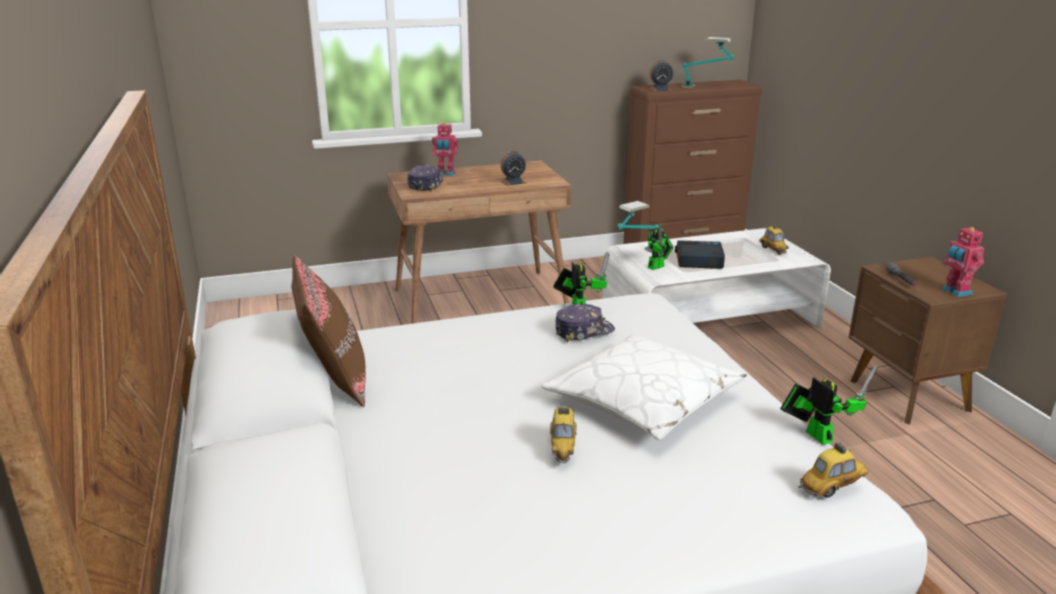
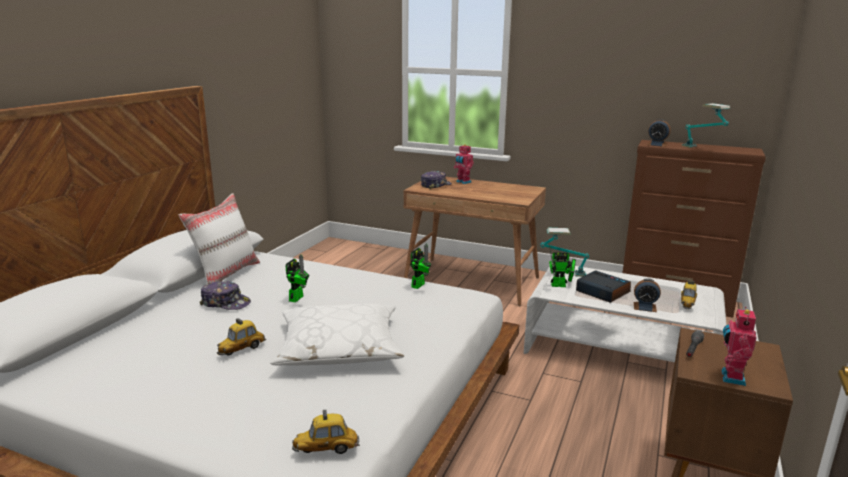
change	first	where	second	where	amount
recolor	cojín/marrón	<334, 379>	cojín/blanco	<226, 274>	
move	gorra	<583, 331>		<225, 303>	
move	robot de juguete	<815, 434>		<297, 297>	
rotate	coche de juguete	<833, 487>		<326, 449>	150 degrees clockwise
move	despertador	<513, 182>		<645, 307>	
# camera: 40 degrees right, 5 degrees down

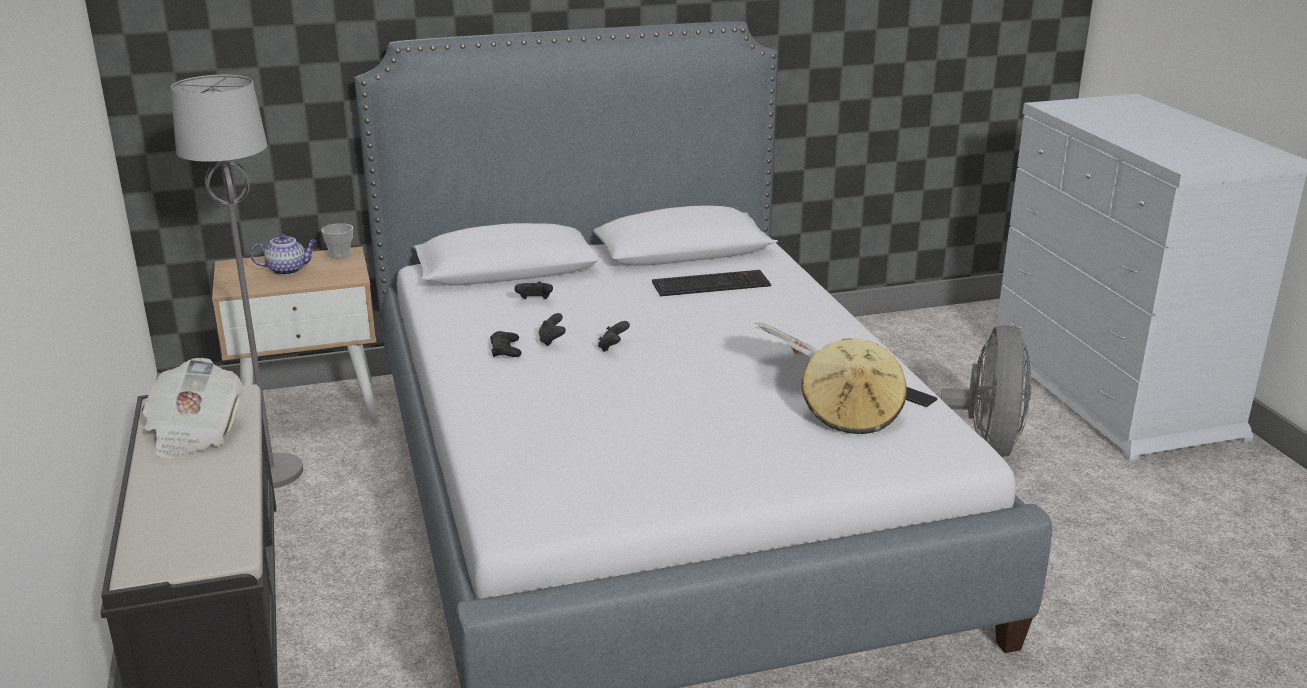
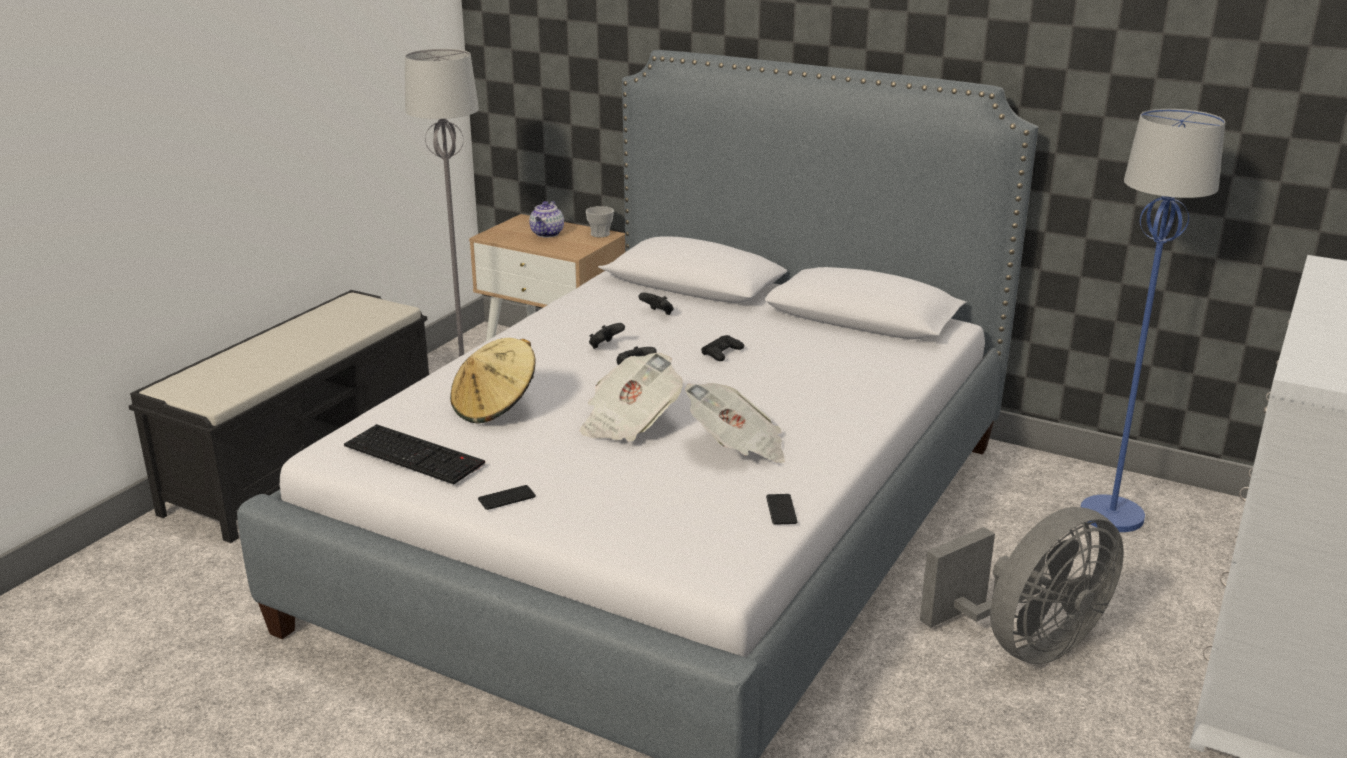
change	first	where	second	where	amount
move	teclado	<712, 283>		<416, 454>	
move	sombrero/beis	<852, 414>		<495, 407>	
insert			móvil	<507, 498>	
rotate	tetera	<287, 270>		<547, 234>	75 degrees clockwise
move	periódico	<194, 433>		<629, 423>	
move	mando de consola/negro	<505, 349>		<722, 353>	
insert			lámpara de pie/azul	<1112, 516>	
# camera: 45 degrees right, 0 degrees up

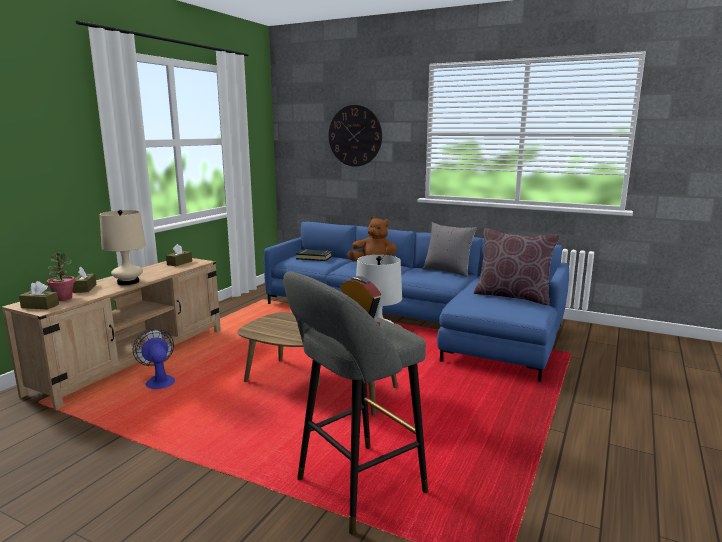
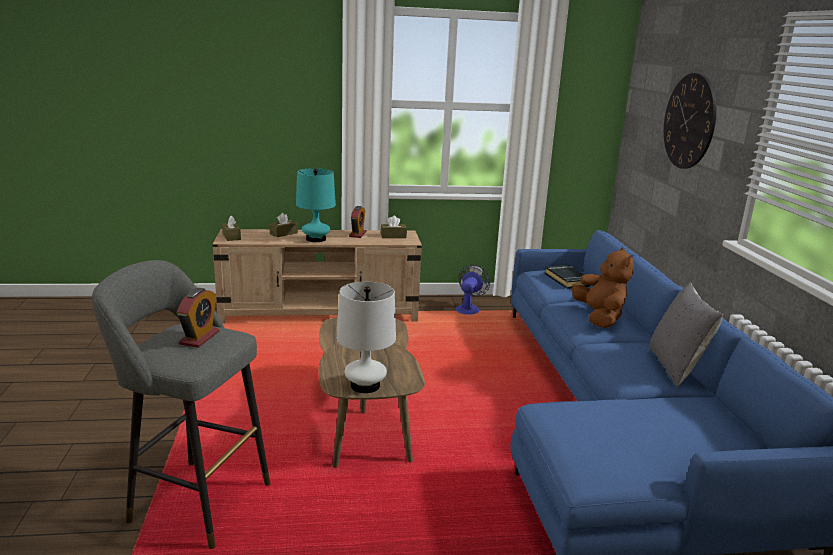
change	first	where	second	where	amount
recolor	lámpara de mesa/beis	<128, 282>	lámpara de mesa/turquesa	<316, 239>	
insert			despertador	<357, 234>	
move	ventilador	<159, 381>		<469, 308>	
delete	planta en maceta	<63, 298>			
delete	cojín/marrón	<512, 296>			
# camera: 55 degrees right, 5 degrees up

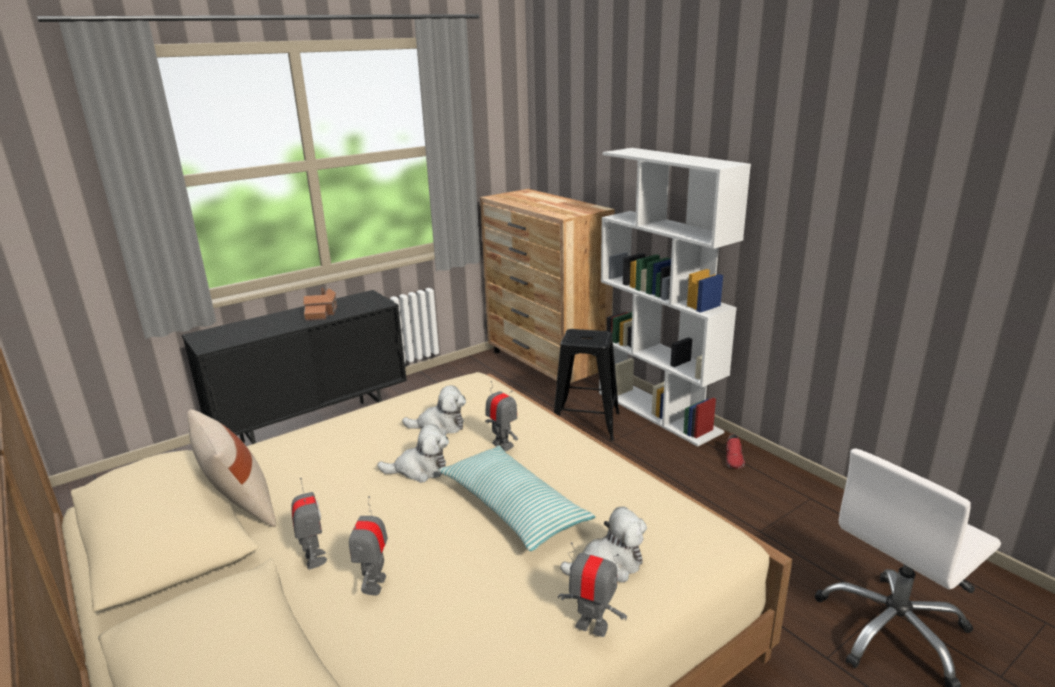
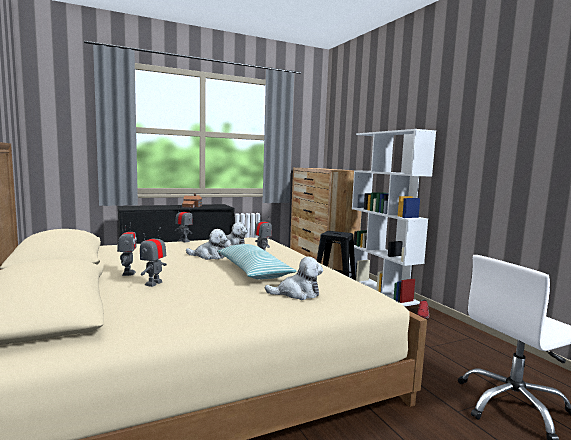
change	first	where	second	where	amount
move	robot de juguete	<592, 626>		<184, 241>	
delete	cojín/beis	<240, 508>			
# camera: 10 degrees right, 15 degrees down

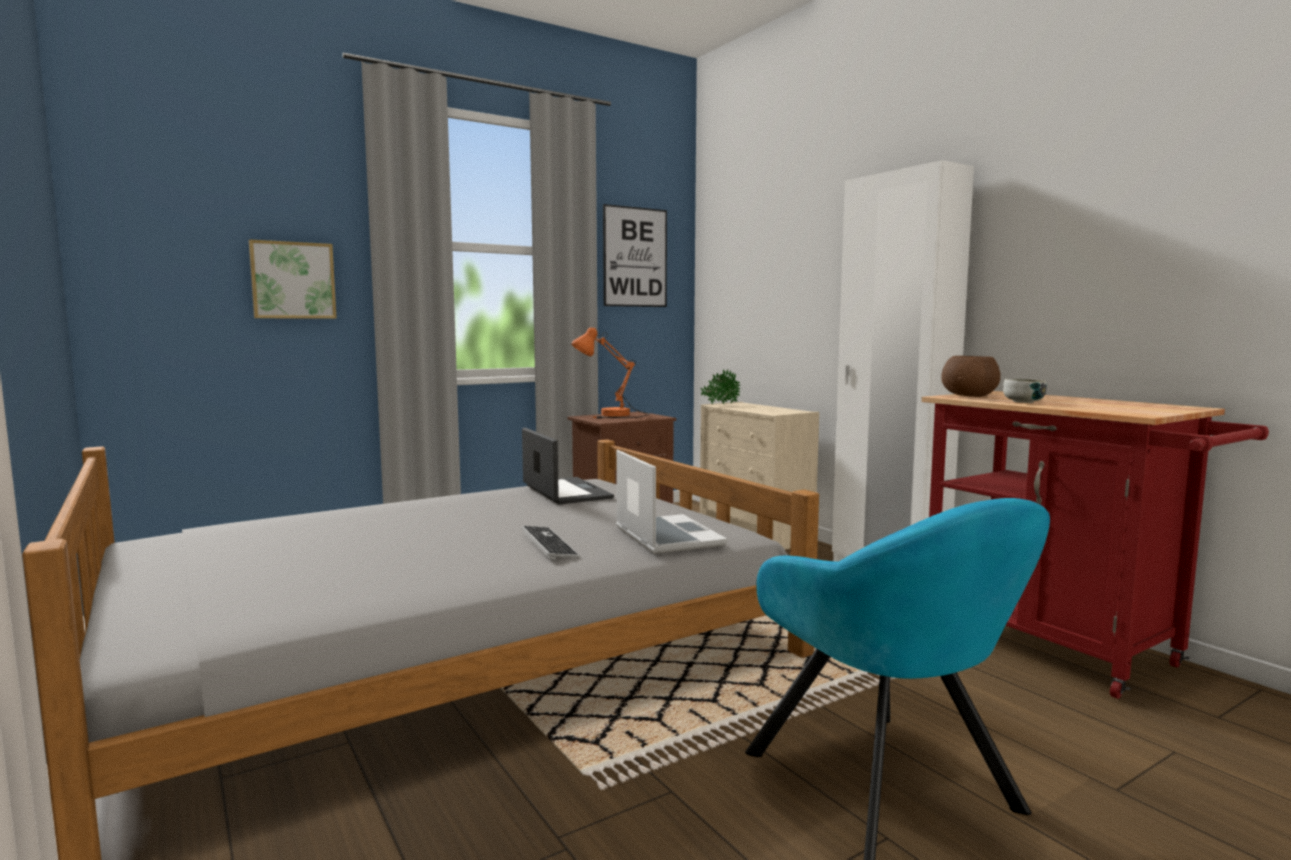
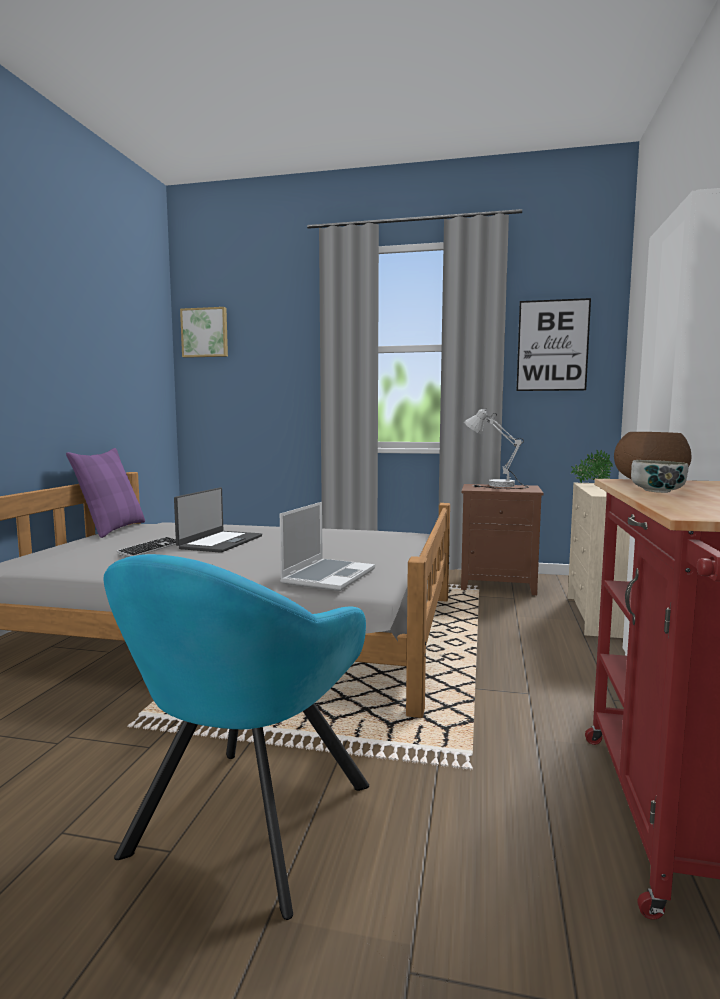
change	first	where	second	where	amount
insert			cojín/morado	<112, 529>	
move	teclado	<548, 544>		<150, 549>	
move	portátil	<565, 492>		<220, 542>	
move	cuadro	<293, 280>		<205, 333>	
recolor	lámpara de mesa/naranja	<613, 416>	lámpara de mesa/blanco	<495, 487>	
# camera: 45 degrees right, 0 degrees up

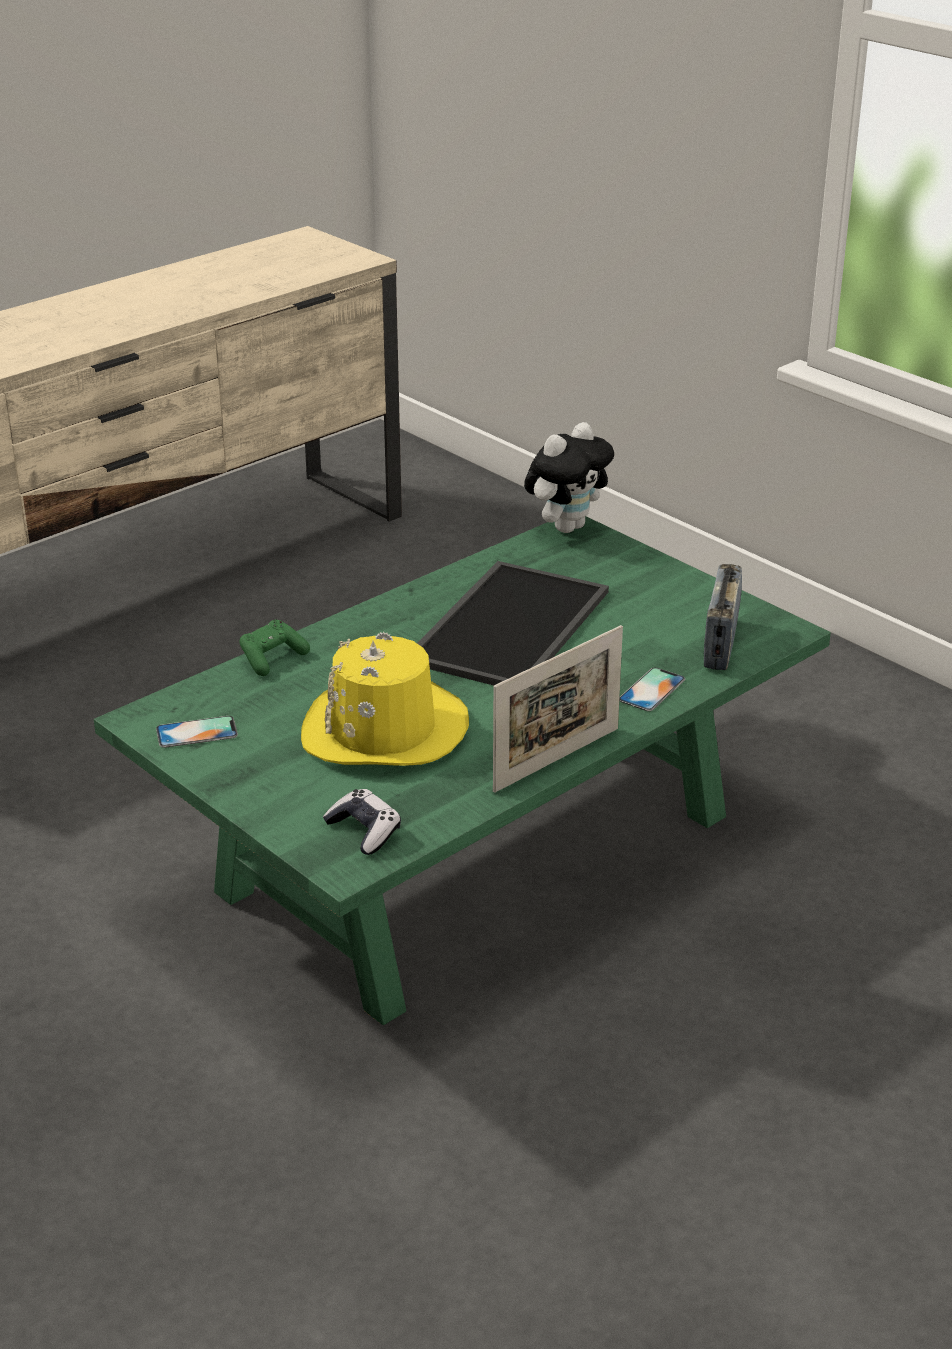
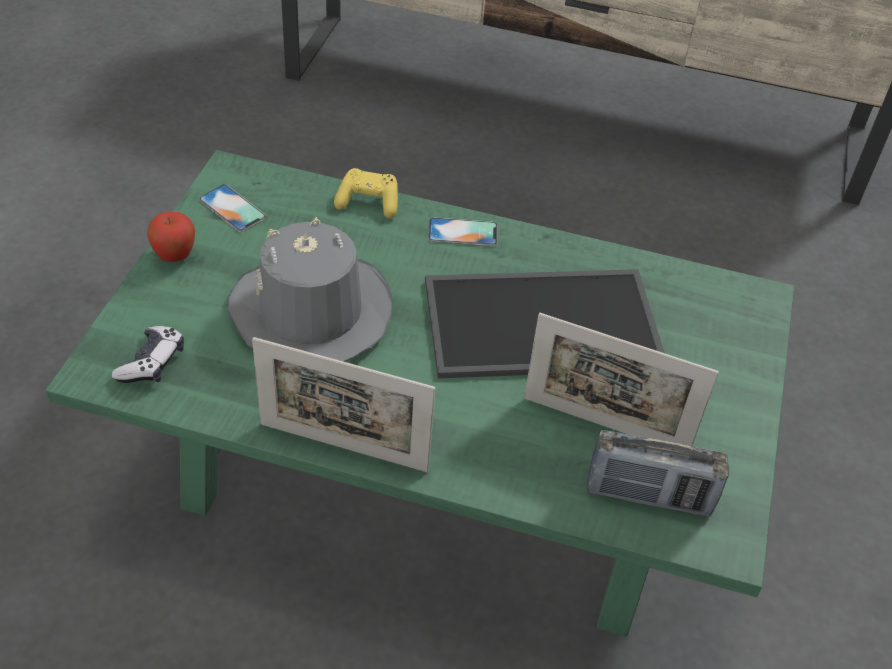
change	first	where	second	where	amount
insert			manzana	<175, 256>	
recolor	sombrero/amarillo	<384, 730>	sombrero/gris	<310, 312>	
recolor	mando de consola/verde	<272, 658>	mando de consola/amarillo	<368, 202>	
move	móvil	<652, 690>		<463, 232>	
insert			portarretratos	<605, 425>	
rotate	radio	<720, 644>		<648, 496>	150 degrees counterclockwise
delete	peluche	<567, 526>			
# camera: 55 degrees right, 15 degrees up

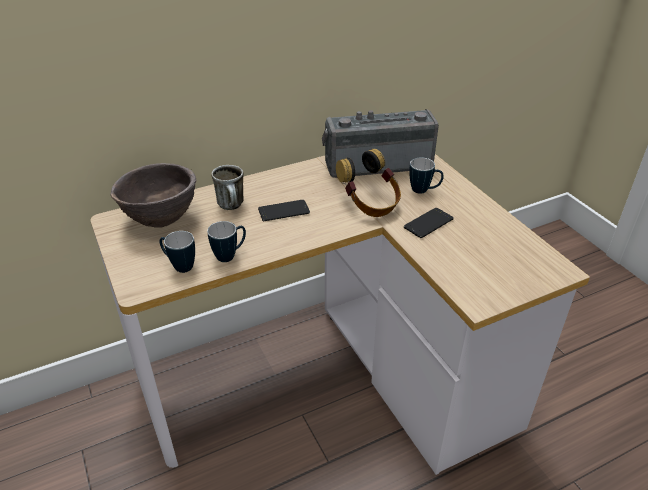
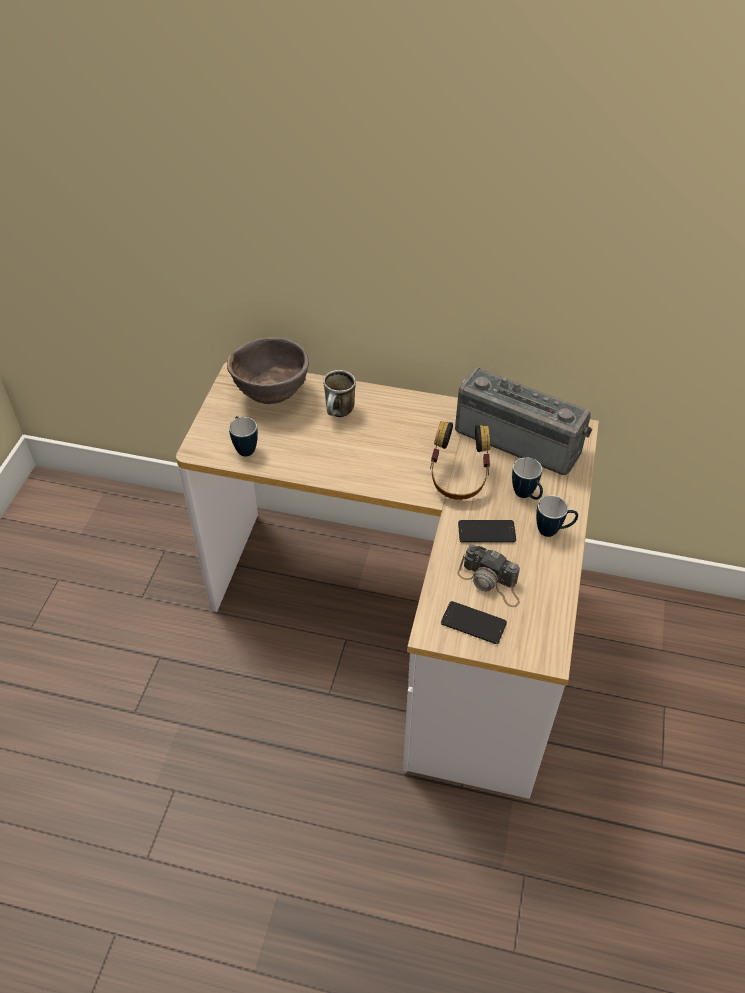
change	first	where	second	where	amount
move	móvil	<284, 211>		<473, 623>	
insert			cámara	<490, 582>	
move	taza grande	<230, 255>		<553, 531>	
# camera: 40 degrees right, 10 degrees up

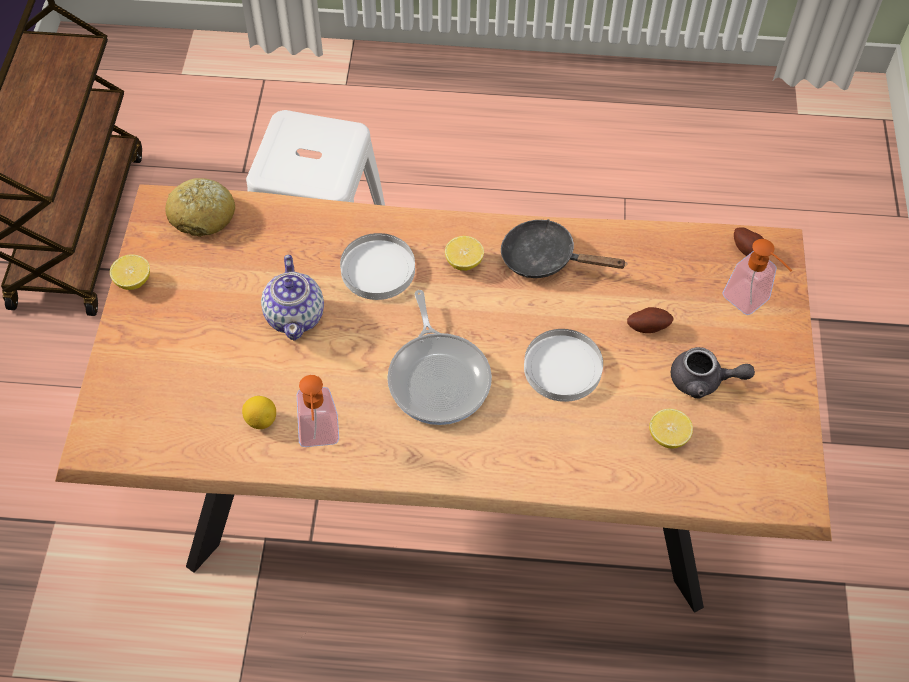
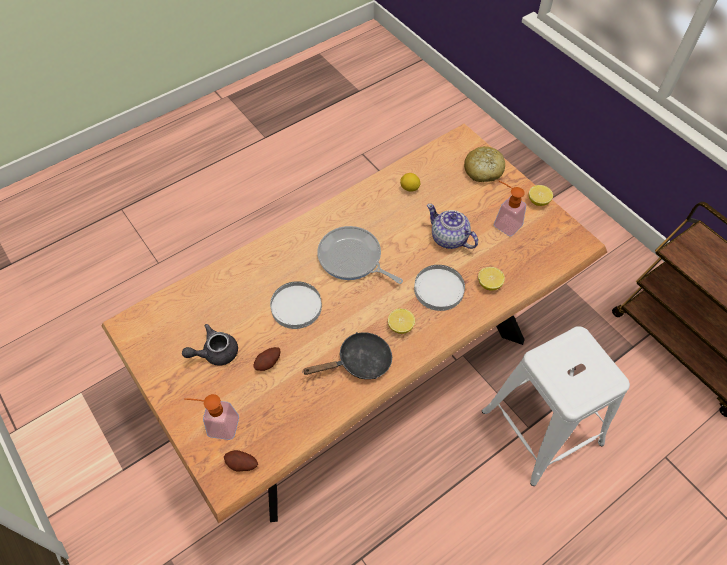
change	first	where	second	where	amount
move	pan	<203, 215>		<483, 170>	
move	limón	<668, 436>		<489, 284>	
move	dispensador de jabón	<319, 438>		<503, 223>	
# camera: 140 degrees right, 0 degrees up

